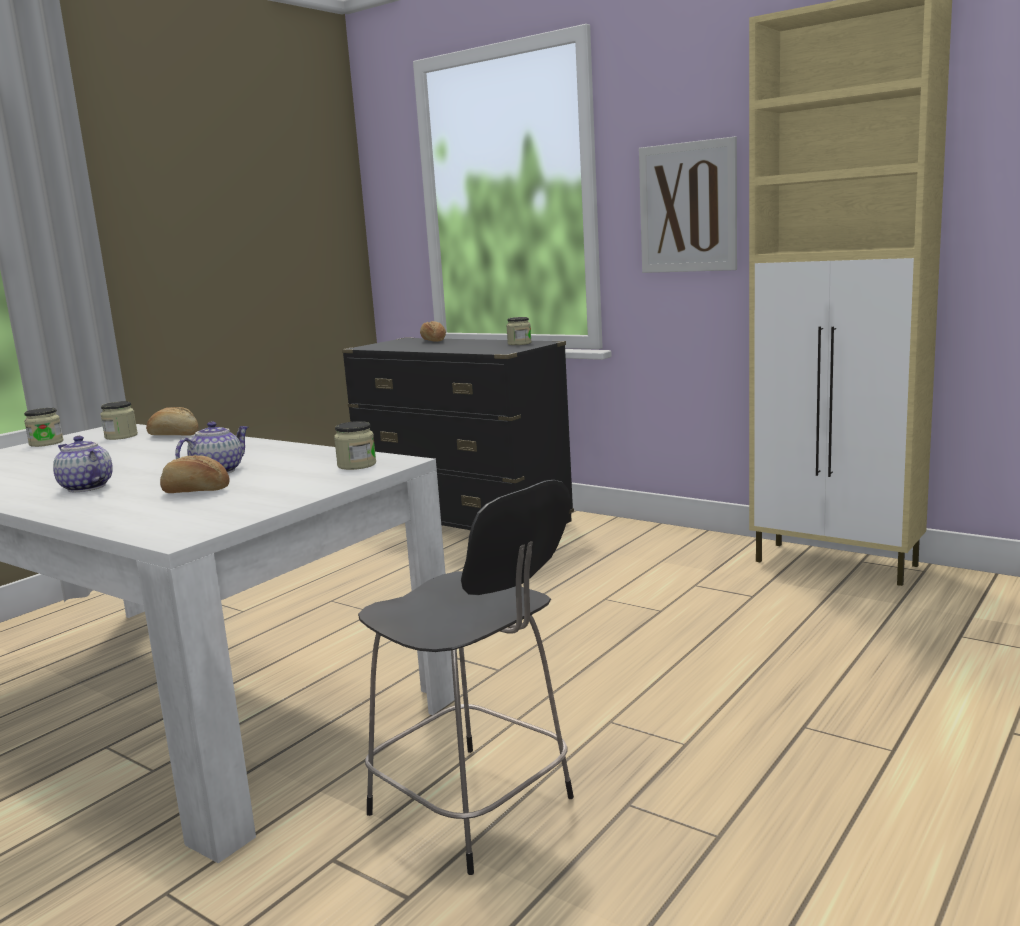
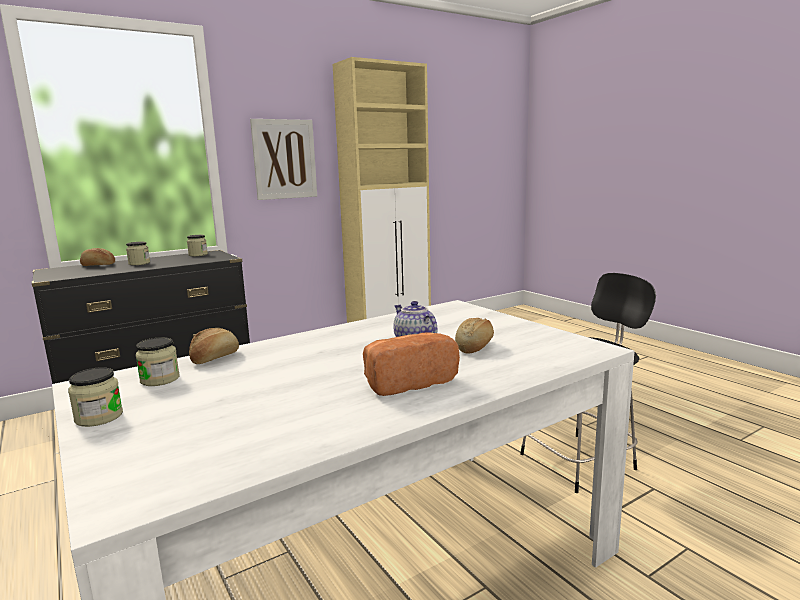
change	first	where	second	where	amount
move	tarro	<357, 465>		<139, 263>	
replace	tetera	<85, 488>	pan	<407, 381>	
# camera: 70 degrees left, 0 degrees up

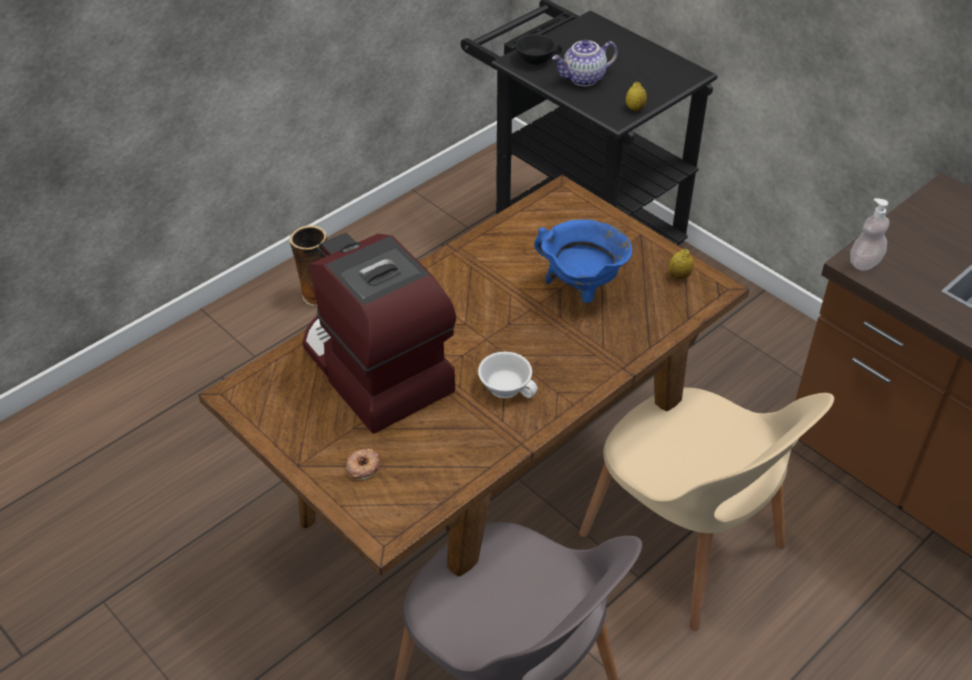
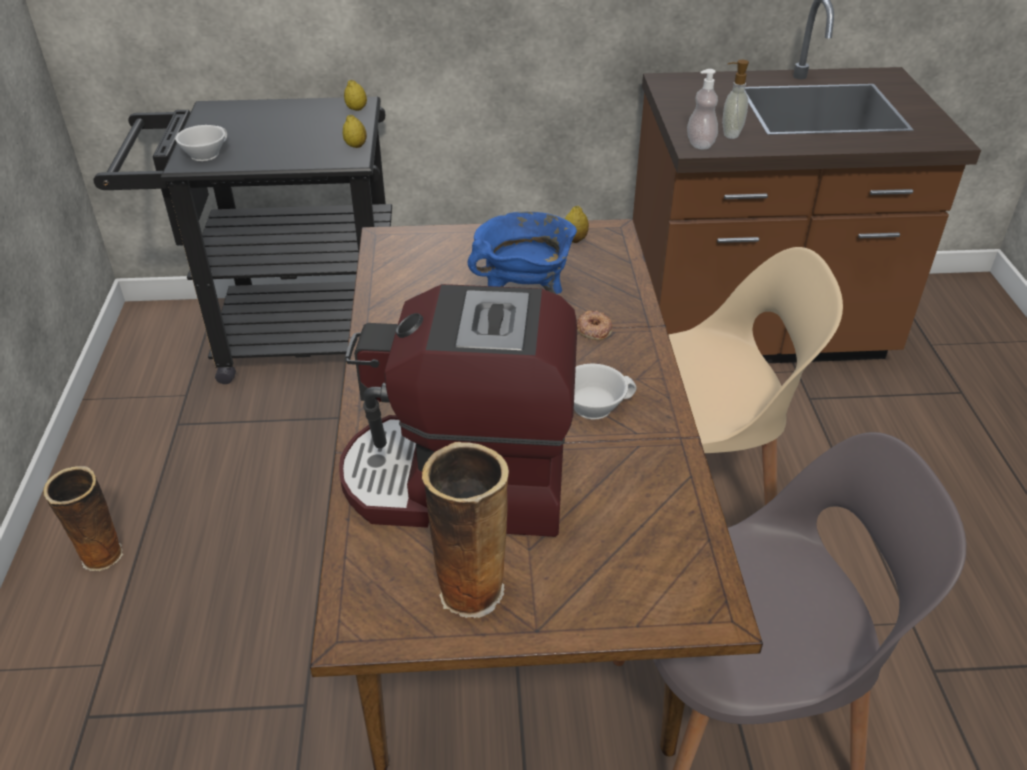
change	first	where	second	where	amount
recolor	taza/negro	<536, 58>	taza/blanco	<204, 153>	
insert			limón	<356, 109>	
insert			florero	<470, 589>	
move	rosquilla	<363, 467>		<593, 329>	
insert			dispensador de jabón	<730, 134>	
delete	tetera	<583, 79>			
# camera: 50 degrees left, 5 degrees down

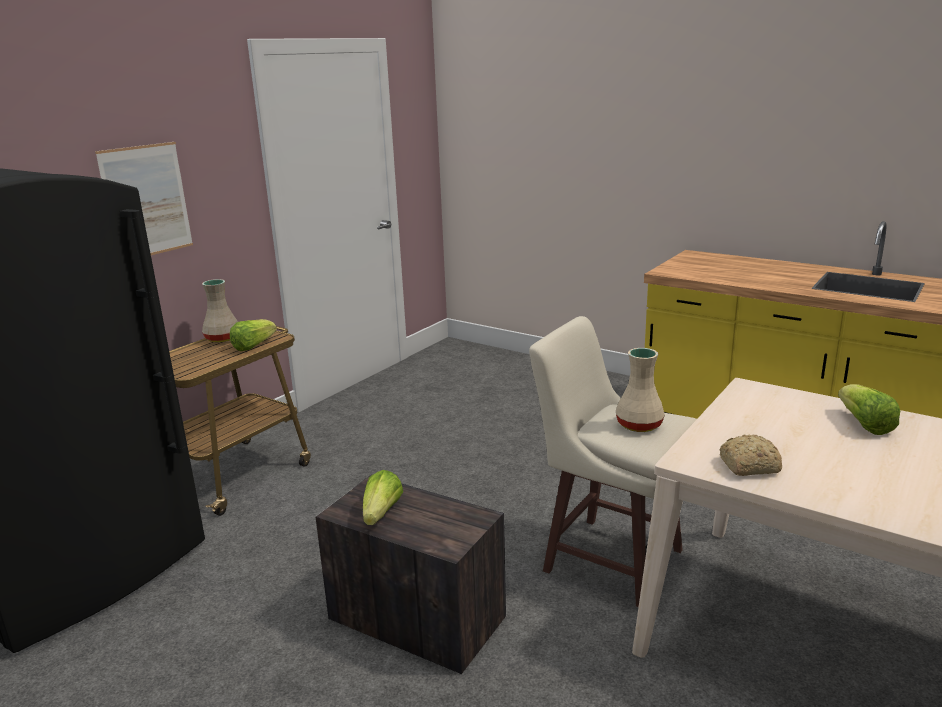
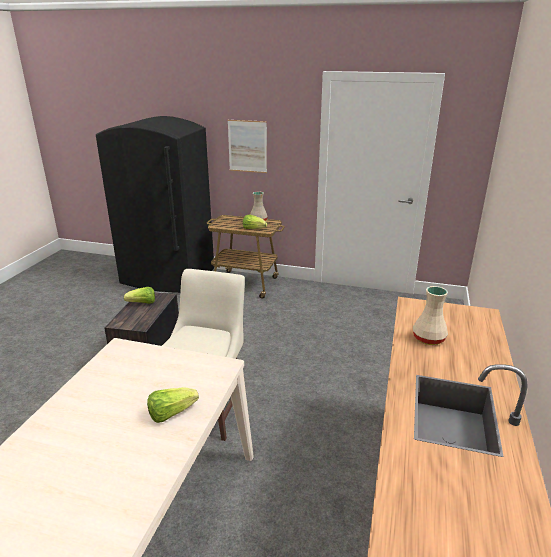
change	first	where	second	where	amount
move	florero/beis	<640, 425>		<429, 339>	
delete	pan	<747, 466>			
# camera: 70 degrees right, 5 degrees up

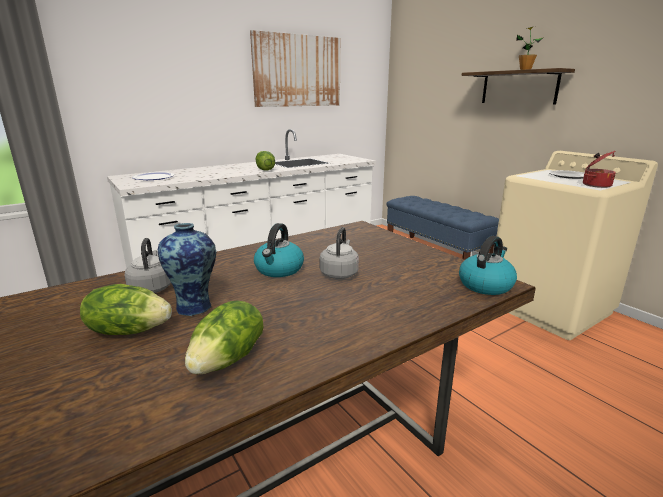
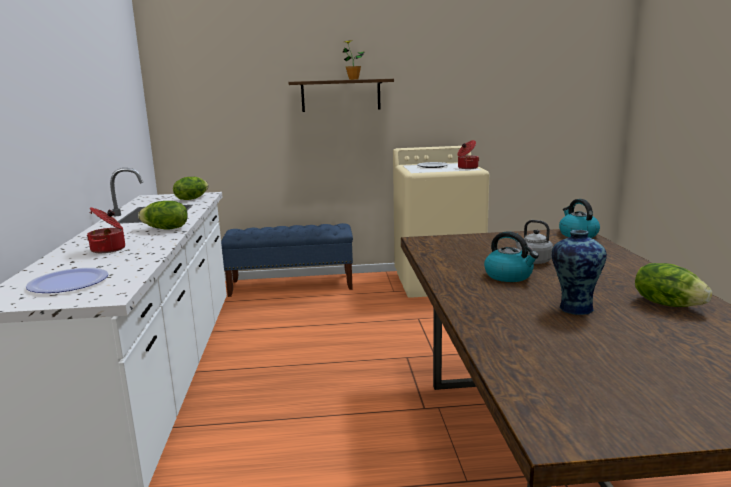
change	first	where	second	where	amount
insert			olla	<109, 249>	
move	lechuga	<129, 330>		<191, 199>	
delete	hervidor/gris	<151, 287>			
delete	cuadro	<298, 71>			
# camera: 60 degrees left, 5 degrees down

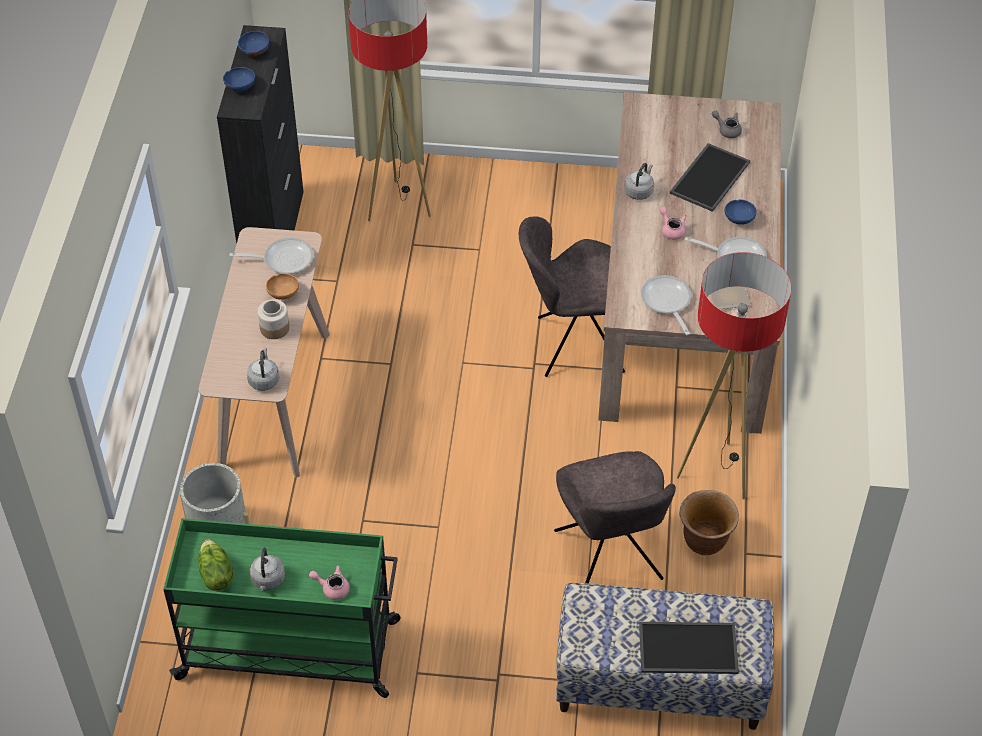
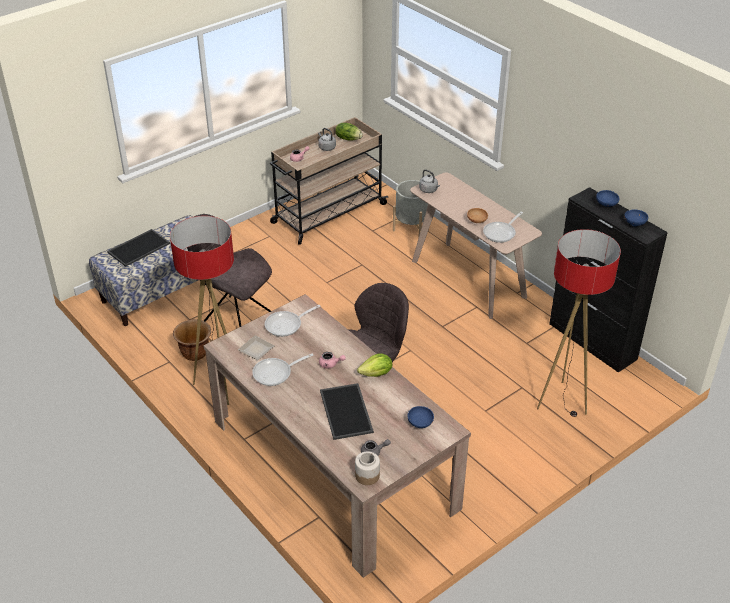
change	first	where	second	where	amount
rotate	sartén	<667, 302>		<286, 325>	120 degrees clockwise
recolor	carrito/verde	<291, 650>	carrito/beis	<328, 214>	
move	tarro	<274, 328>		<367, 475>	
replace	hervidor/gris	<639, 191>	lechuga	<376, 374>	
move	cuenco/azul	<739, 219>		<420, 424>	
# camera: 135 degrees right, 10 degrees down

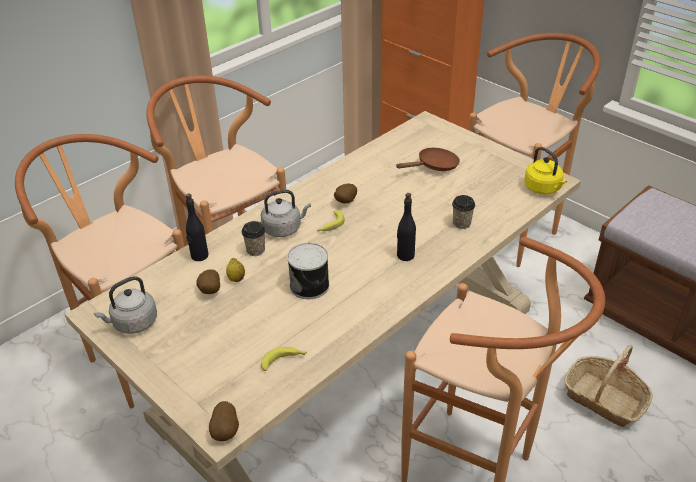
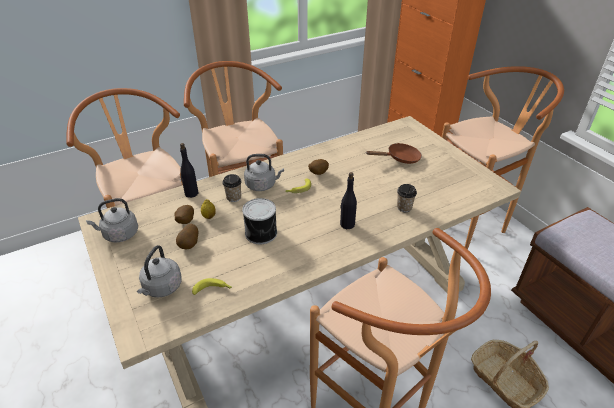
change	first	where	second	where	amount
insert			hervidor/gris	<161, 288>	
move	patata	<226, 431>		<190, 245>	
delete	hervidor/amarillo	<543, 189>			
# camera: 15 degrees right, 0 degrees up

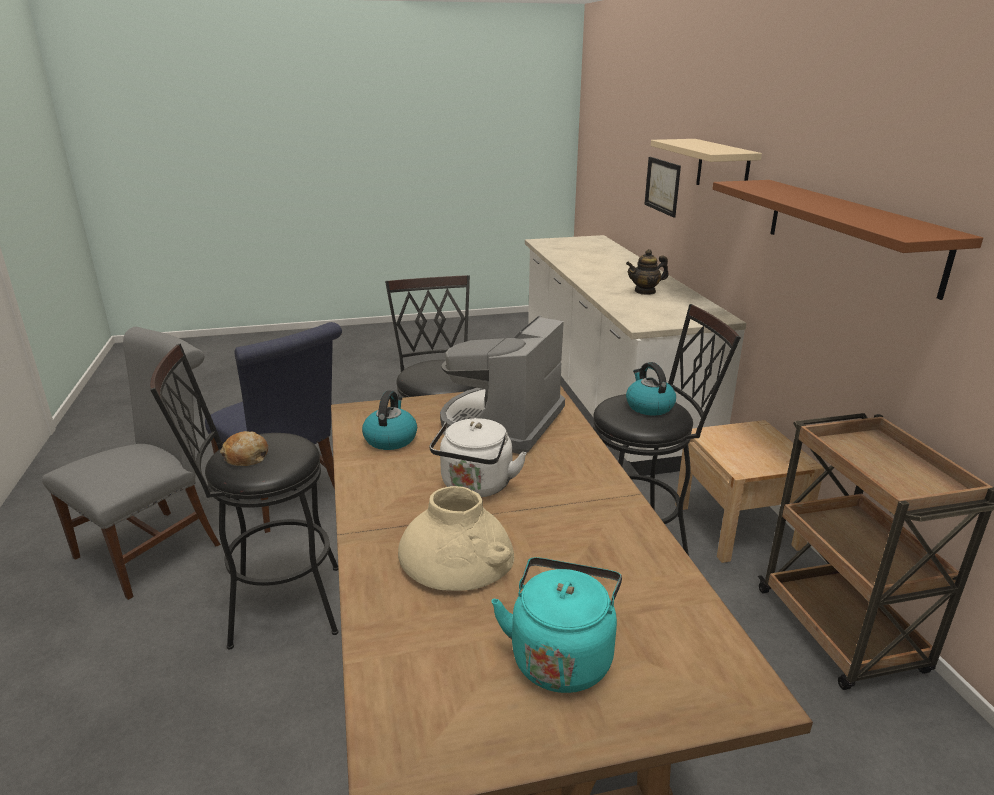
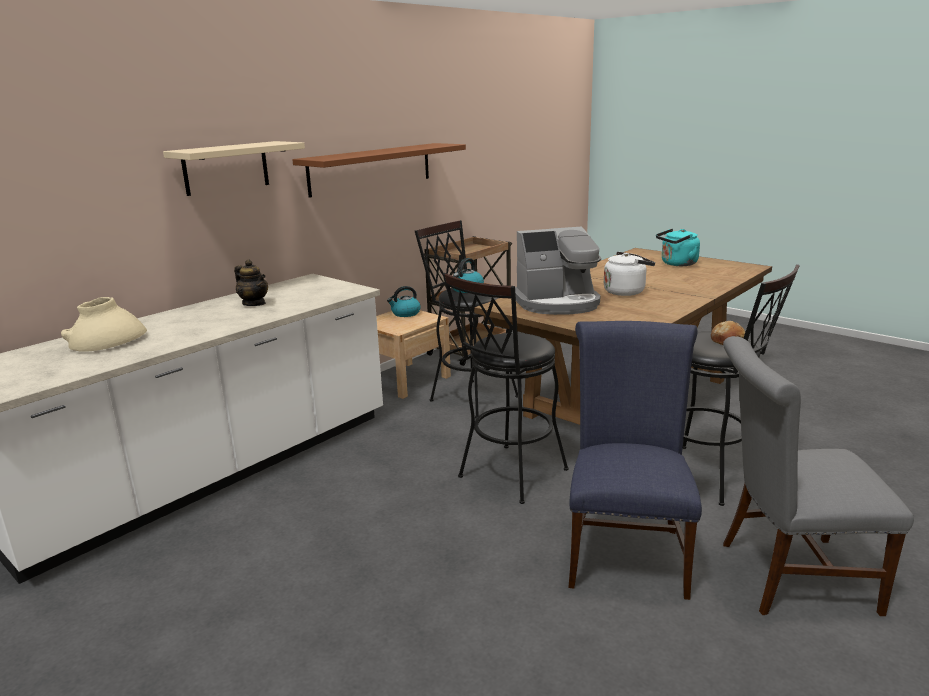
change	first	where	second	where	amount
move	florero/beis	<456, 555>		<107, 340>	
move	hervidor	<390, 439>		<405, 313>	
delete	cuadro	<662, 186>			
# camera: 125 degrees left, 5 degrees down

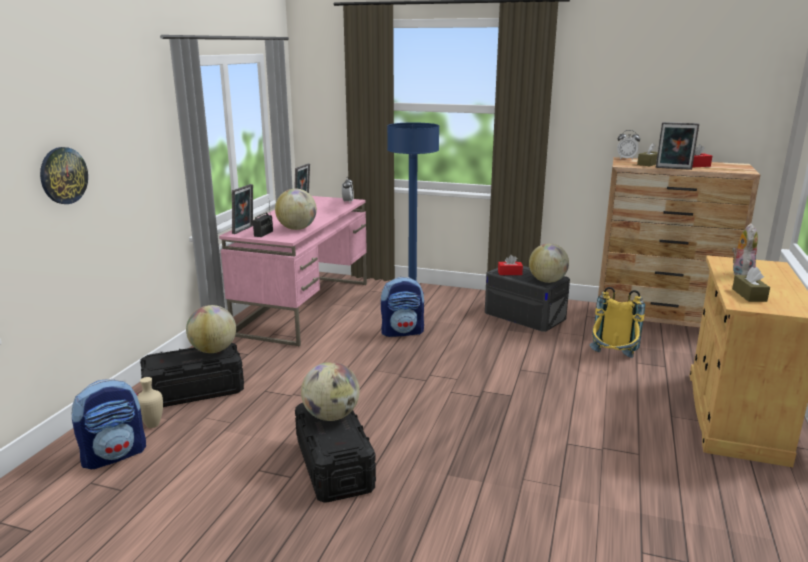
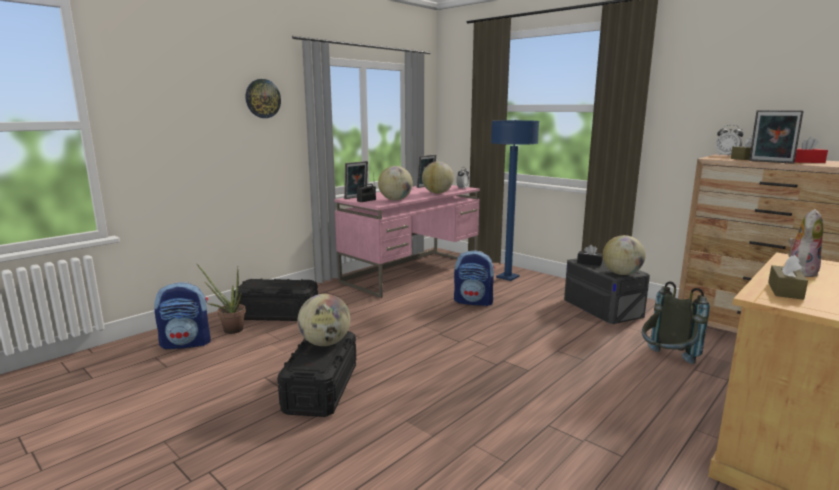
change	first	where	second	where	amount
replace	florero/beis	<152, 424>	planta en maceta	<229, 329>	
move	reloj de pared	<63, 175>		<262, 98>	
move	globo terráqueo	<213, 350>		<437, 193>	
recolor	caja de pañuelos/rojo	<509, 273>	caja de pañuelos/negro	<589, 263>	
recolor	mochila/amarillo	<612, 360>	mochila/gris	<666, 362>	
# camera: 25 degrees right, 5 degrees down

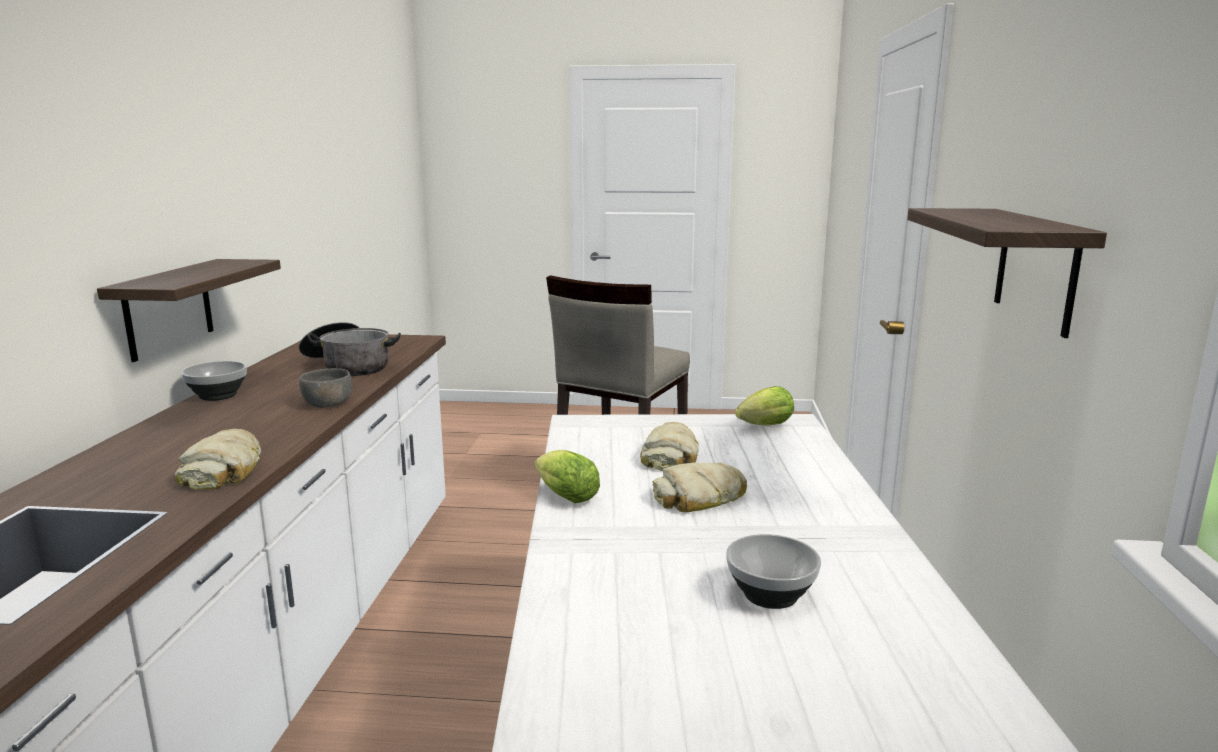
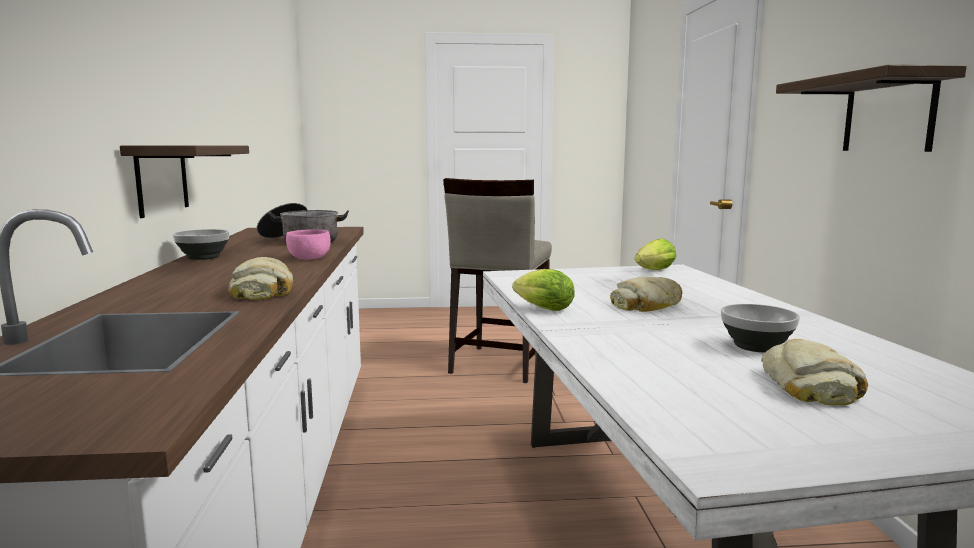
change	first	where	second	where	amount
recolor	cuenco/gris	<328, 404>	cuenco/rosa	<309, 258>	
move	pan	<670, 456>		<809, 385>	
# camera: 10 degrees left, 5 degrees down

